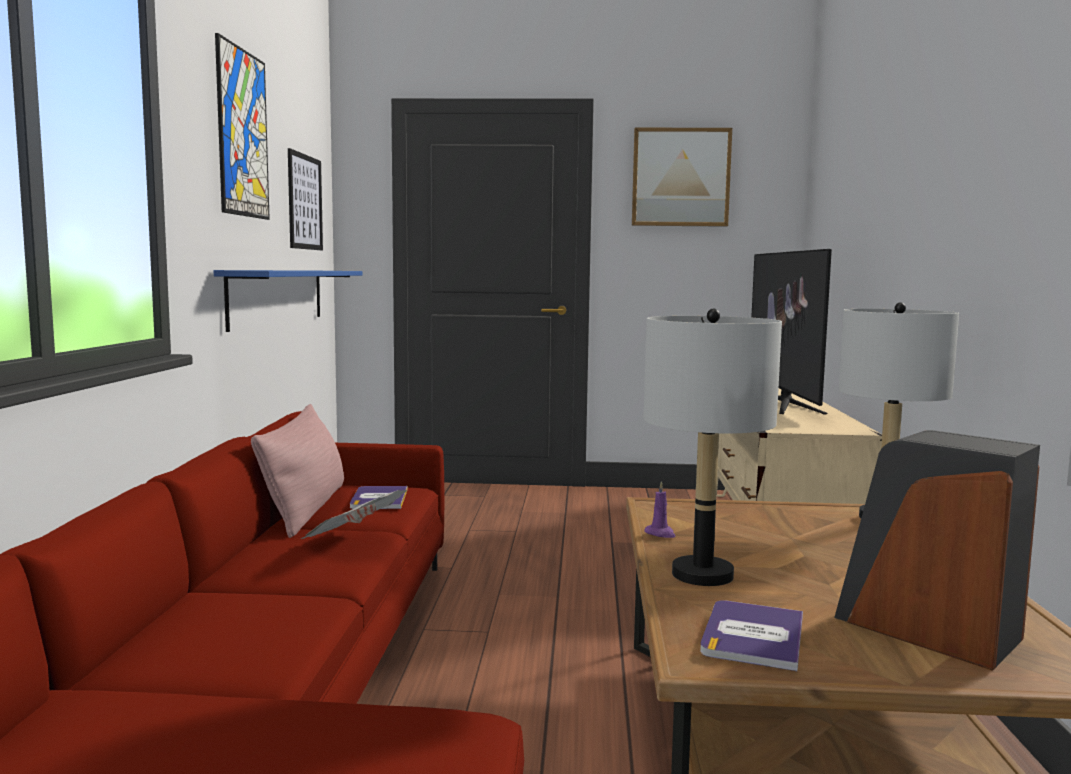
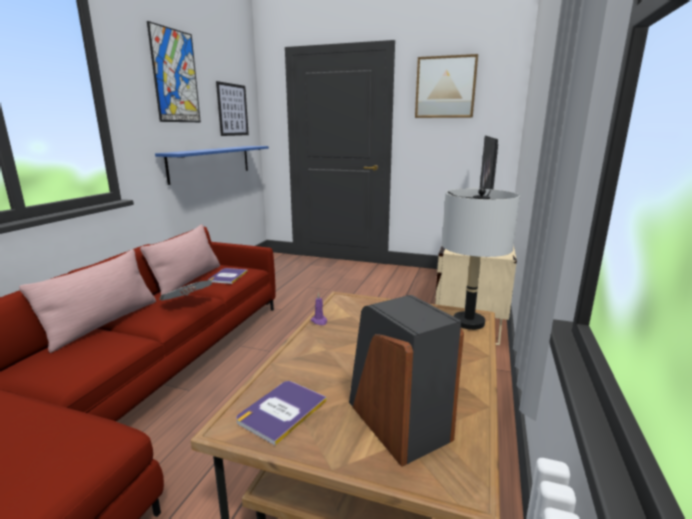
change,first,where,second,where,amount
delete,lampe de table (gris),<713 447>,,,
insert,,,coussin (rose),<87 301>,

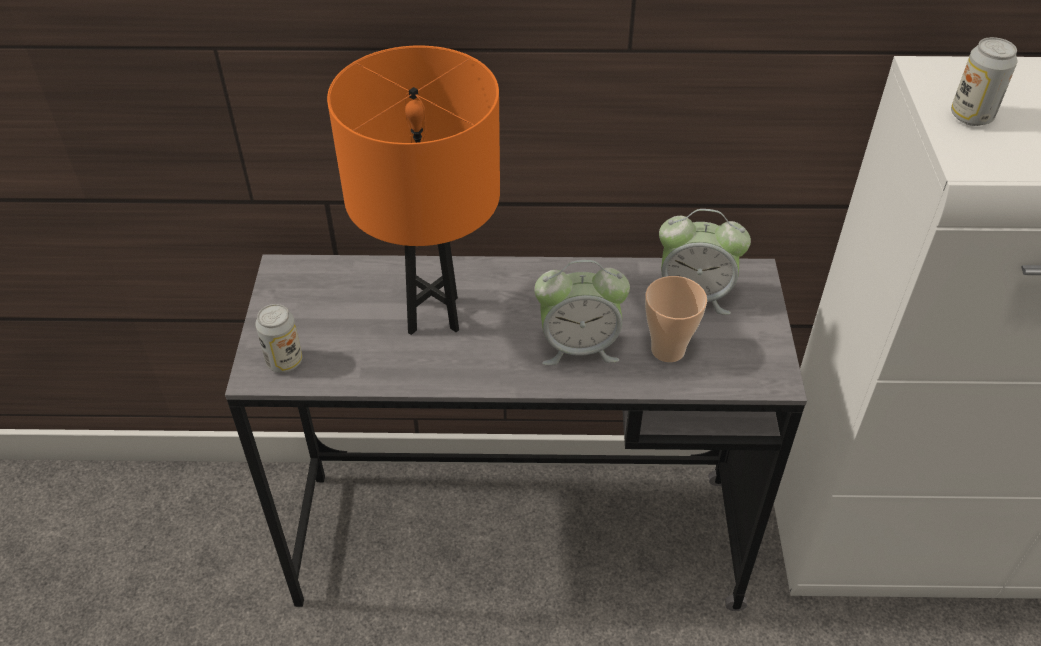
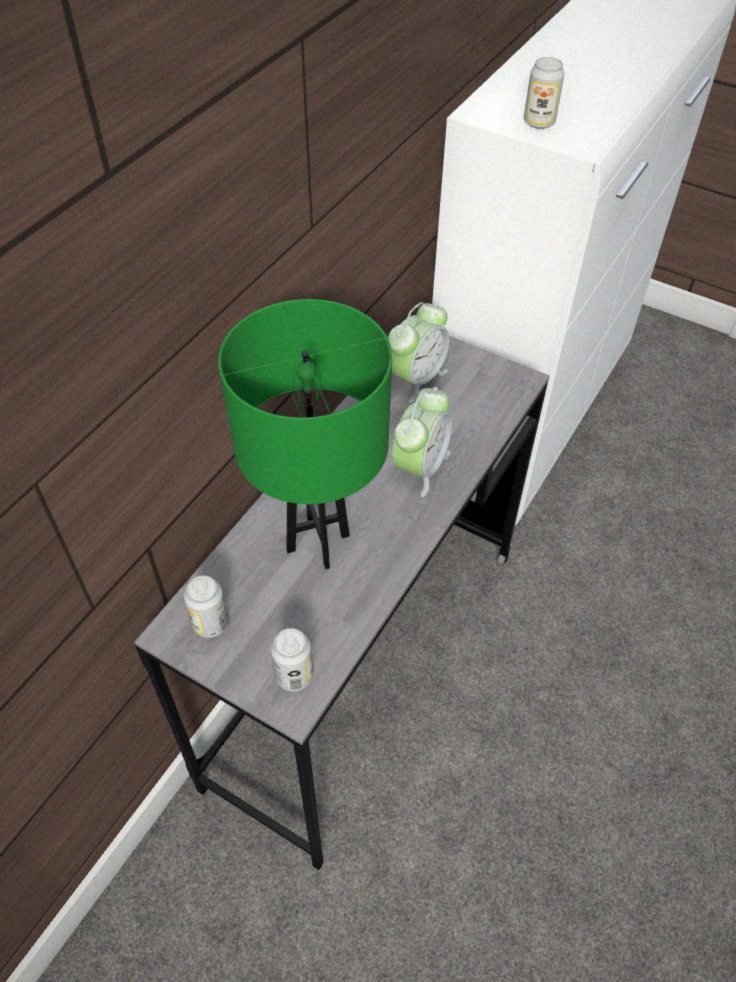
change,first,where,second,where,amount
recolor,lampe de table (orange),<413 190>,lampe de table (vert),<305 434>,
delete,tasse,<676 319>,,,
insert,,,boîte métallique,<206 606>,

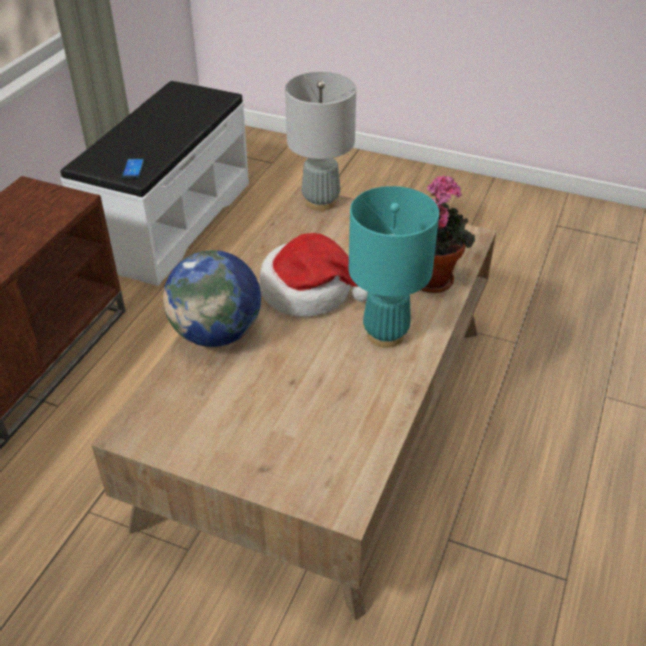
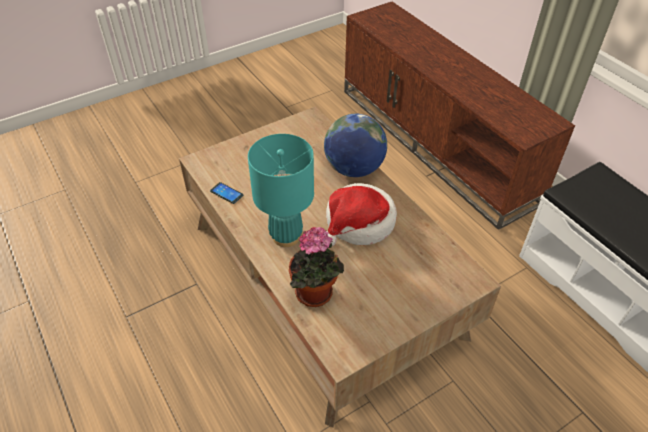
change,first,where,second,where,amount
delete,lampe de table (gris),<320 141>,,,
move,téléphone,<133 168>,,<226 193>,

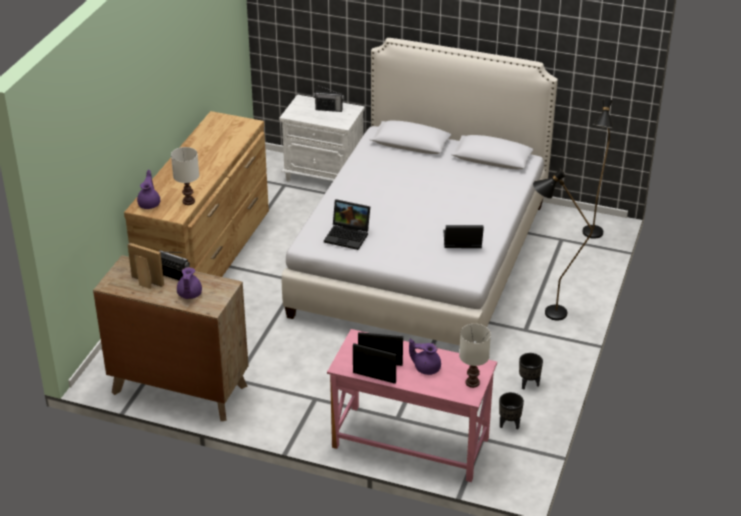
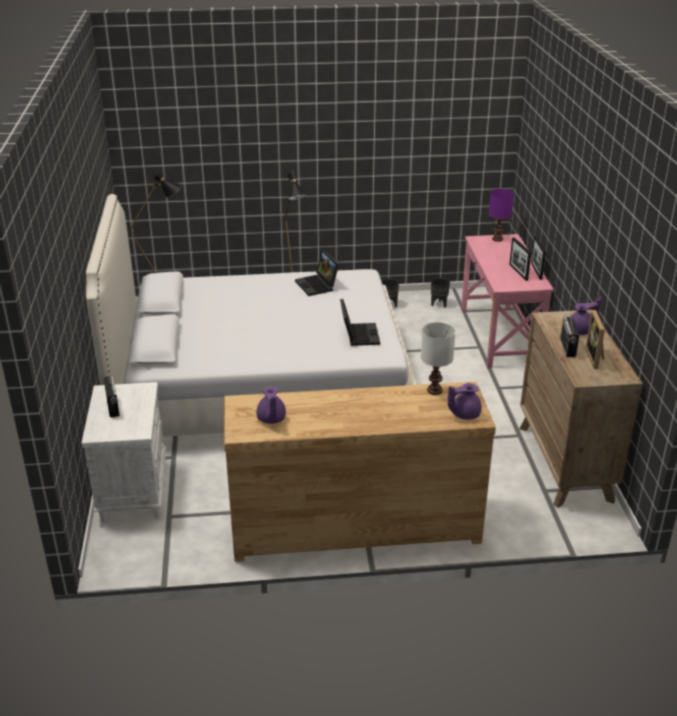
change,first,where,second,where,amount
recolor,lampe de table (blanc),<475 356>,lampe de table (violet),<501 215>,
move,théière (violet),<425 357>,,<271 405>,

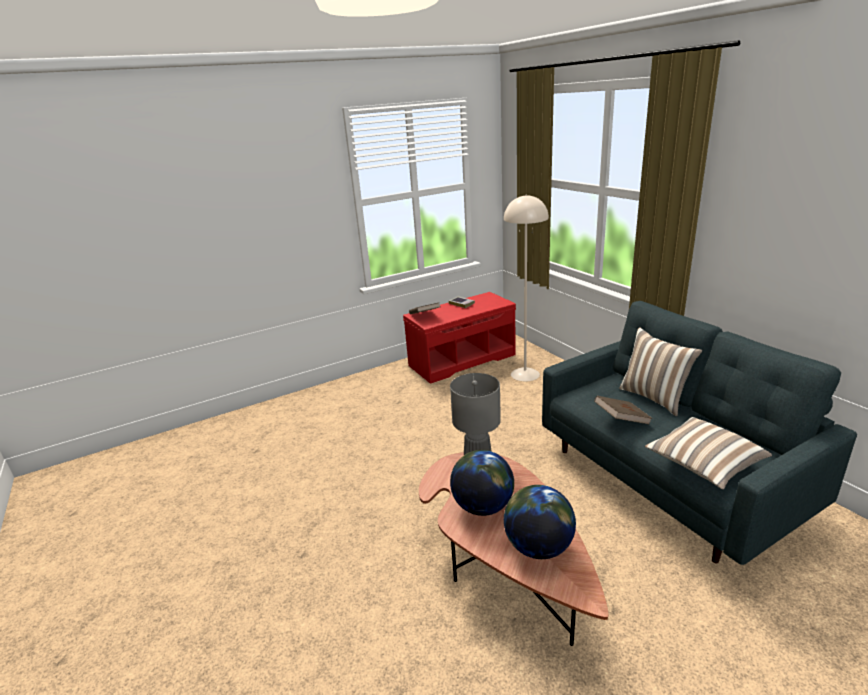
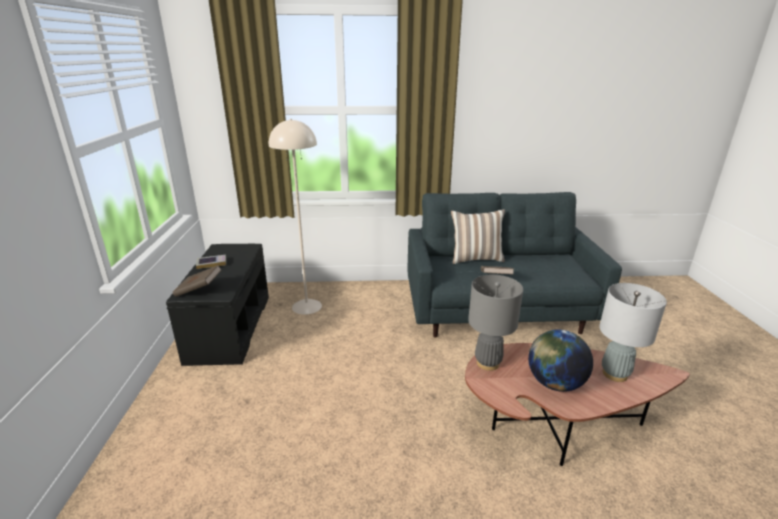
change,first,where,second,where,amount
recolor,banc (rouge),<459 338>,banc (noir),<217 305>,
delete,coussin,<708 453>,,,
replace,globe,<540 522>,lampe de table (gris),<633 332>,

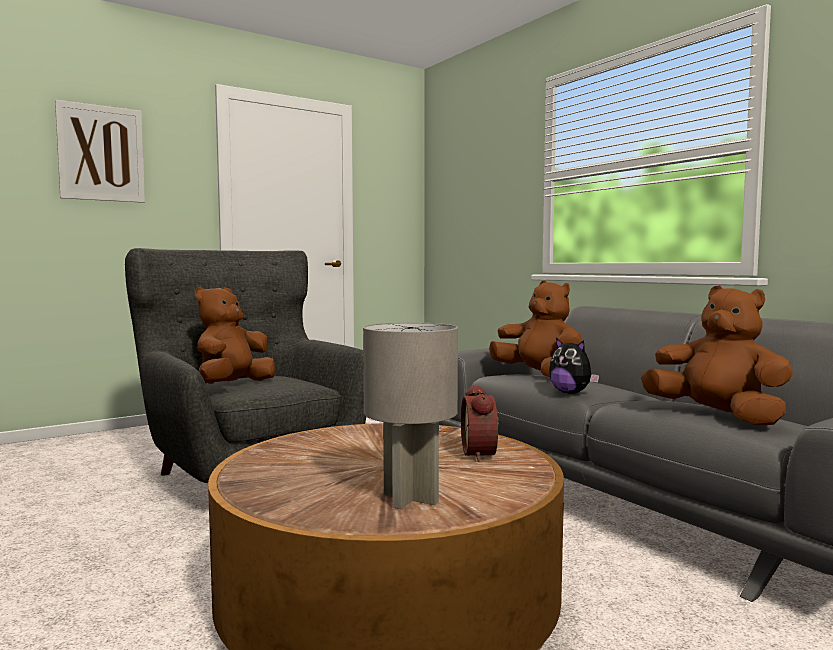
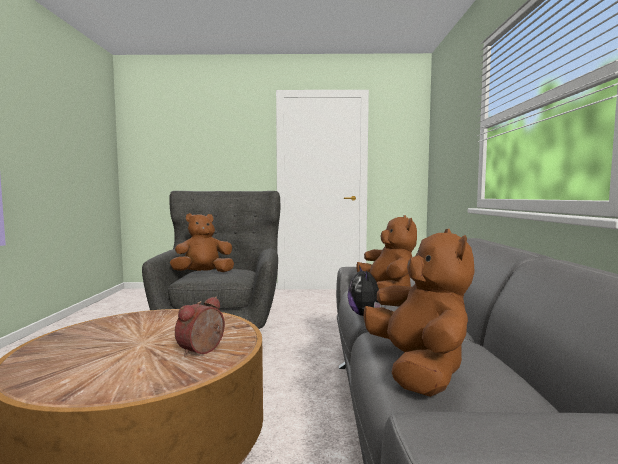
change,first,where,second,where,amount
delete,tableau,<100 151>,,,
delete,lampe de table (gris),<410 415>,,,

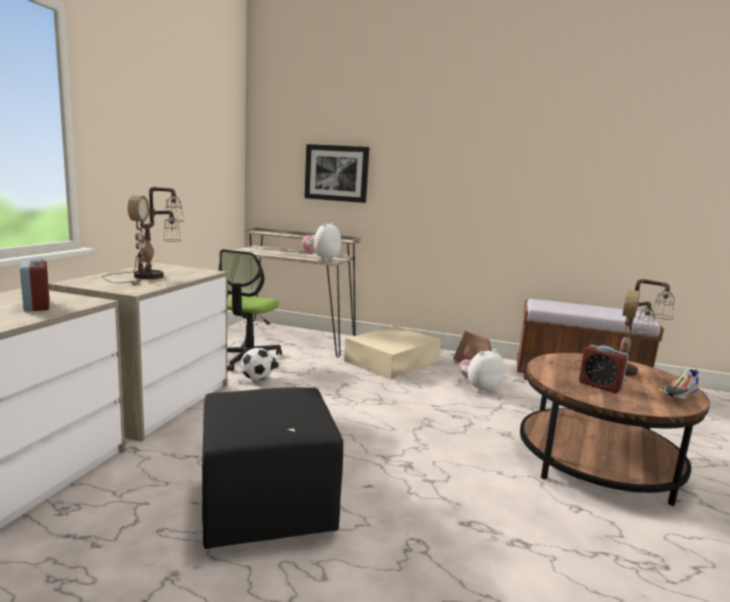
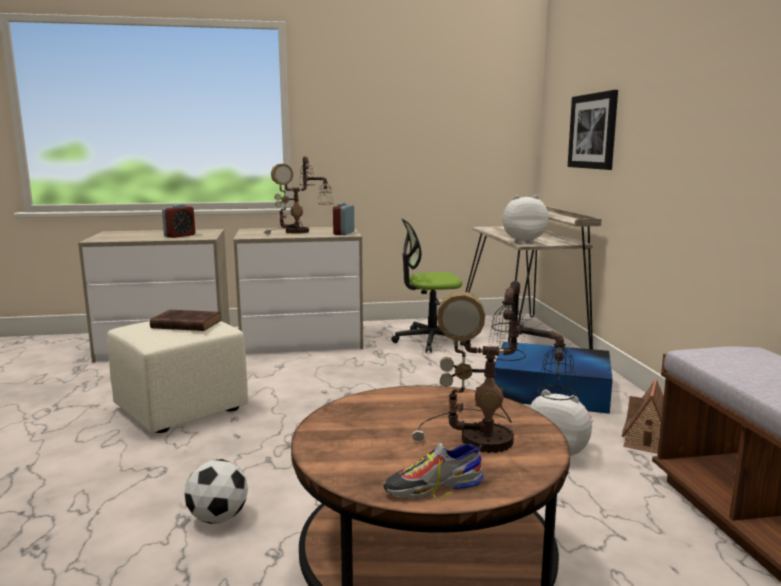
change,first,where,second,where,amount
recolor,boîte de rangement (beige),<392 352>,boîte de rangement (bleu),<553 378>,
move,réveil,<604 369>,,<343 218>,
move,ballon de foot,<257 364>,,<216 491>,
rotate,chaussure,<679 384>,,<434 472>,45 degrees counterclockwise
recolor,pouf (noir),<272 468>,pouf (beige),<177 377>,
insert,,,livre (marron),<185 320>,

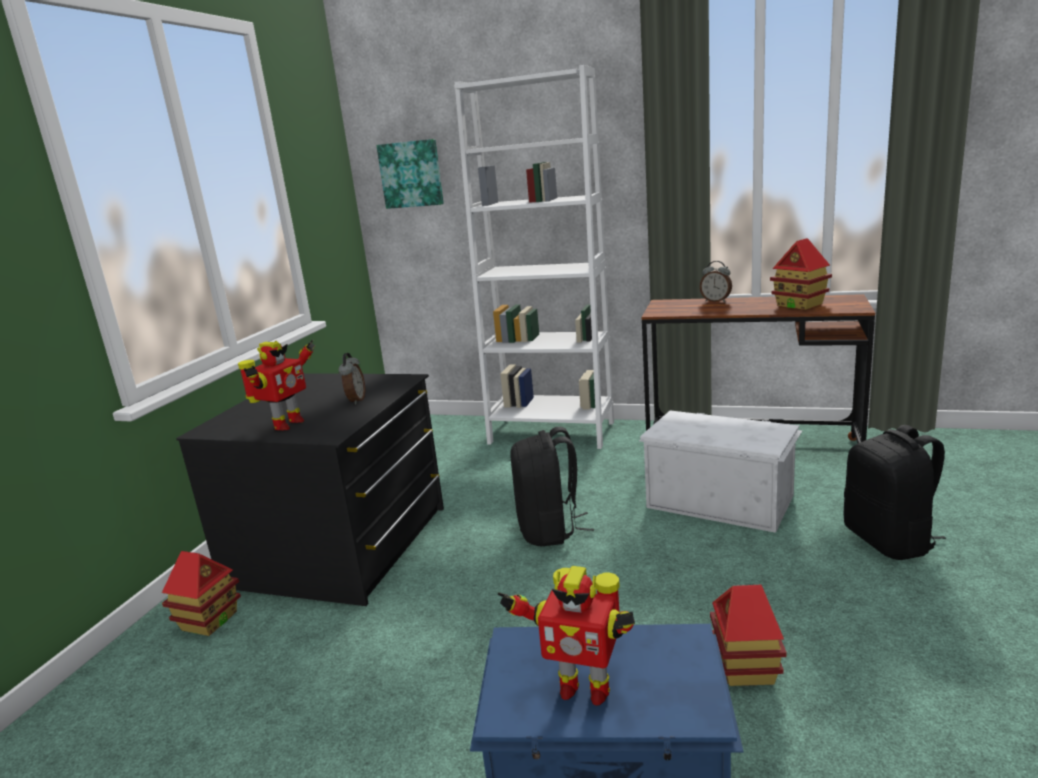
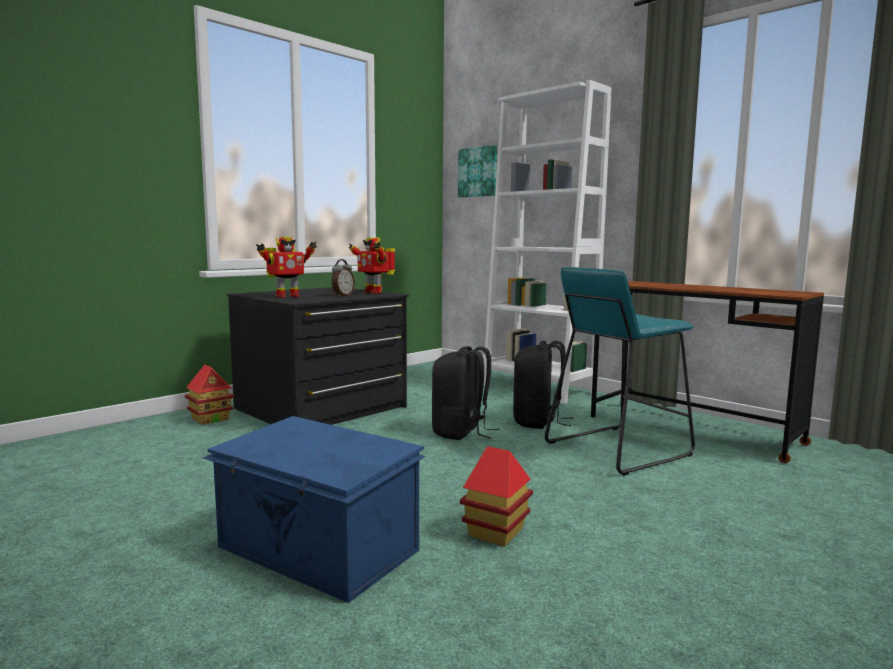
change,first,where,second,where,amount
delete,maison miniature,<801 274>,,,
delete,réveil,<716 281>,,,
replace,boîte de rangement (blanc),<720 472>,tabouret (turquoise),<620 371>,
move,sac à dos (noir),<895 492>,,<543 385>,
move,robot jouet,<566 636>,,<372 265>,

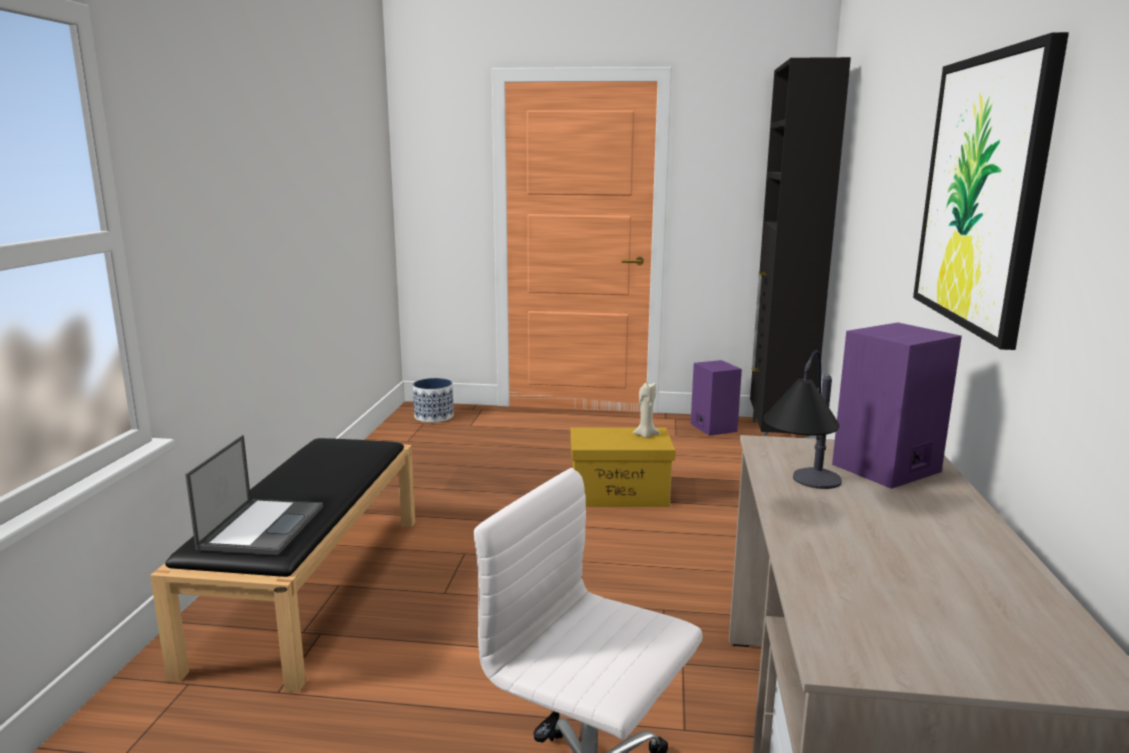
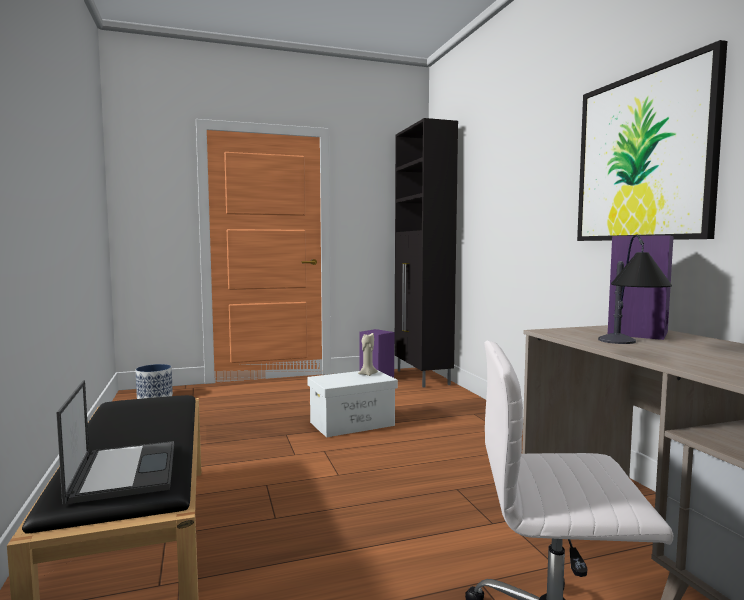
change,first,where,second,where,amount
recolor,boîte de rangement (jaune),<623 467>,boîte de rangement (blanc),<352 404>,

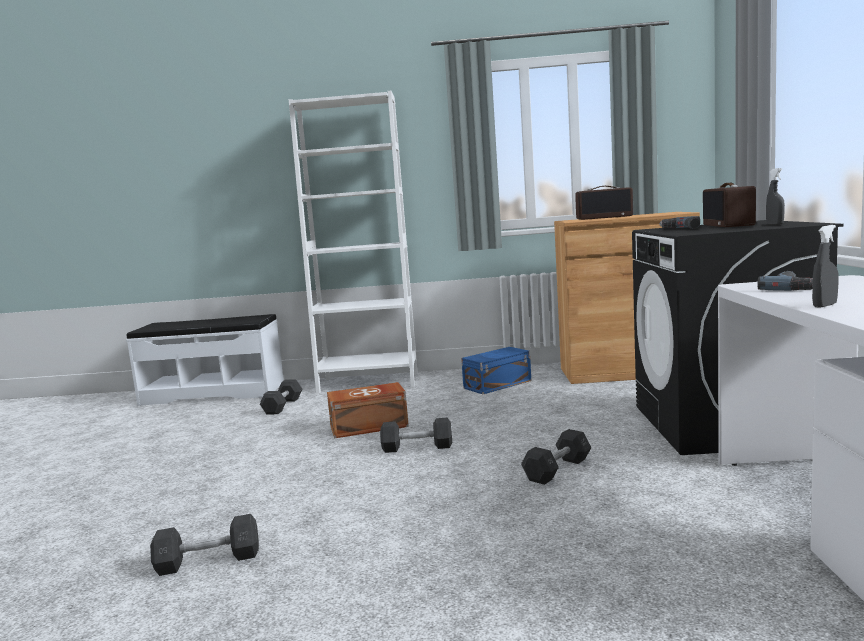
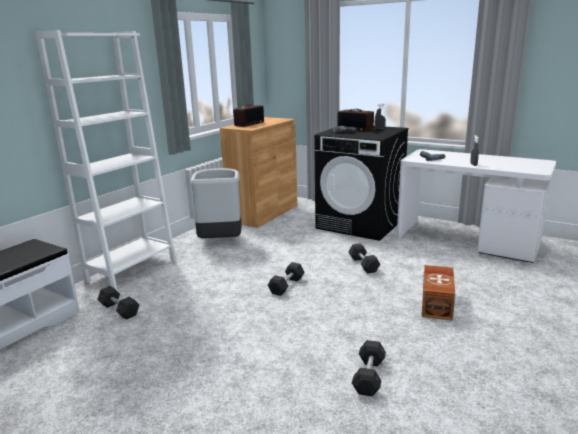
change,first,where,second,where,amount
replace,boîte de rangement (bleu),<496 370>,poubelle (gris),<215 203>,
move,boîte de rangement (marron),<368 410>,,<438 293>,

